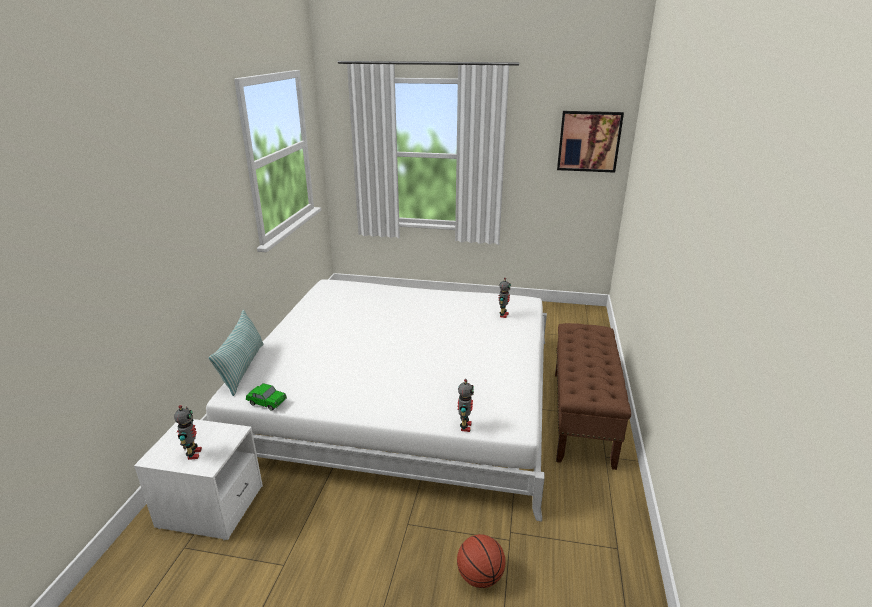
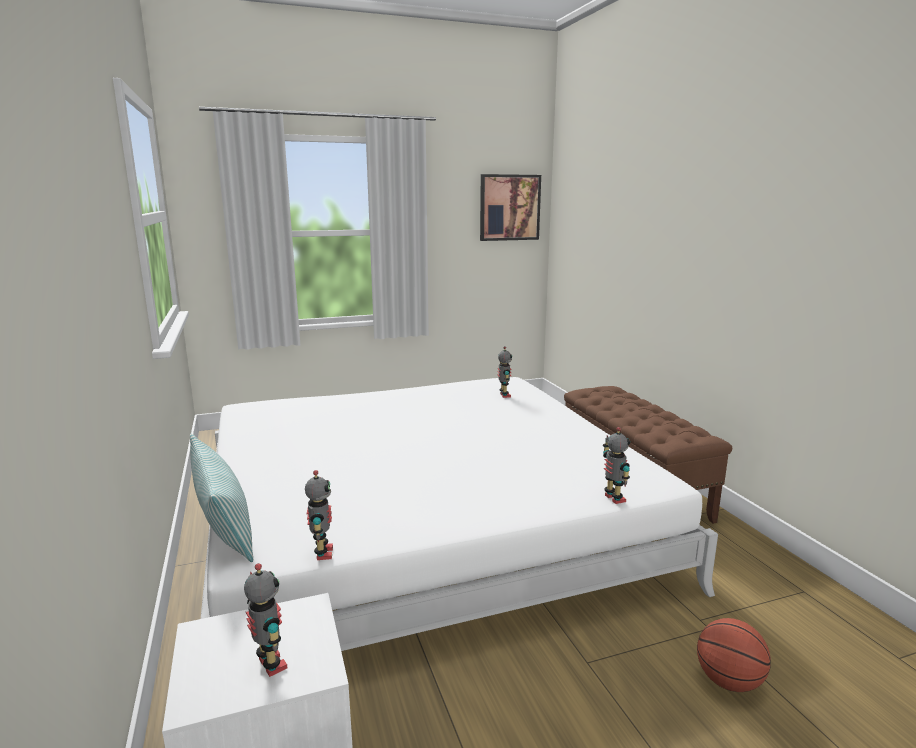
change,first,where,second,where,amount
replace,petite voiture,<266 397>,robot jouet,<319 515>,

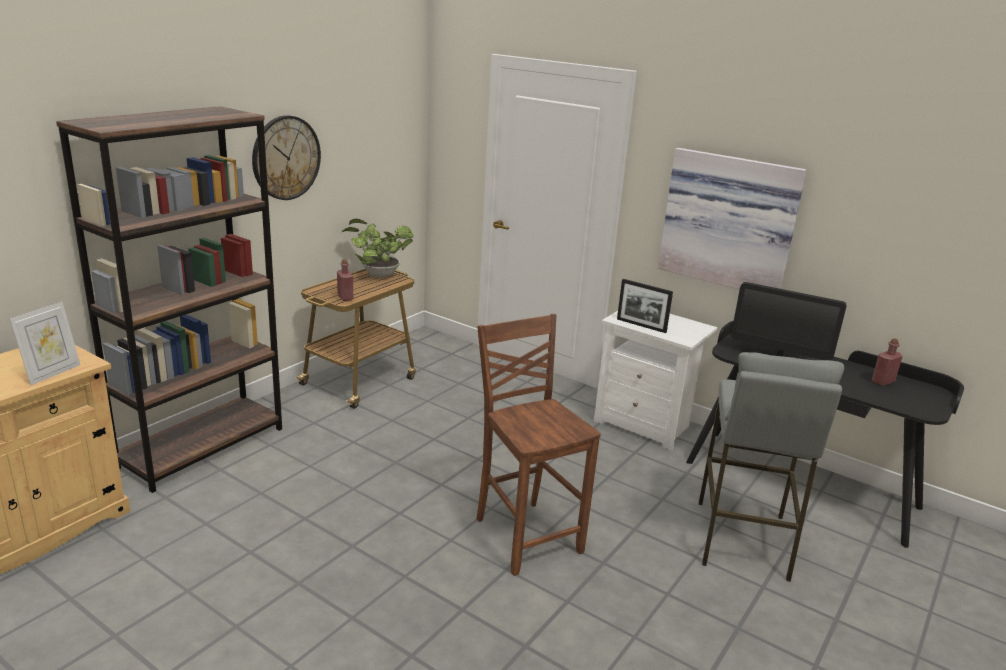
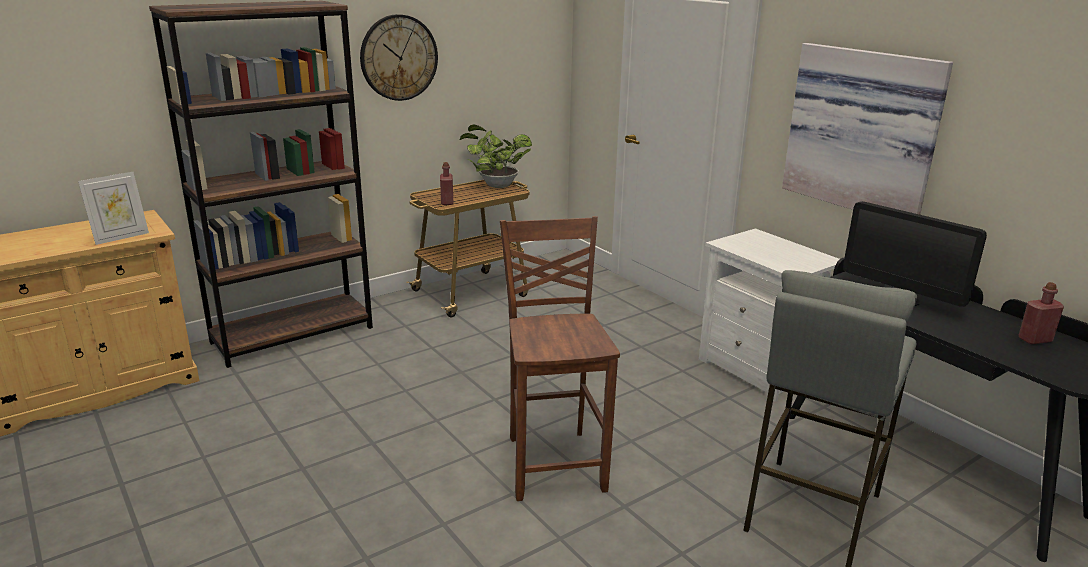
change,first,where,second,where,amount
delete,cadre photo,<645 306>,,,

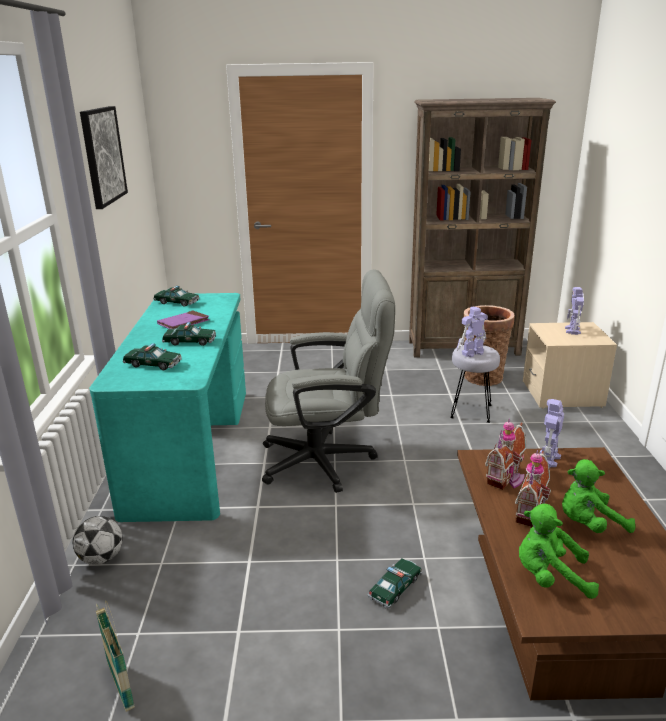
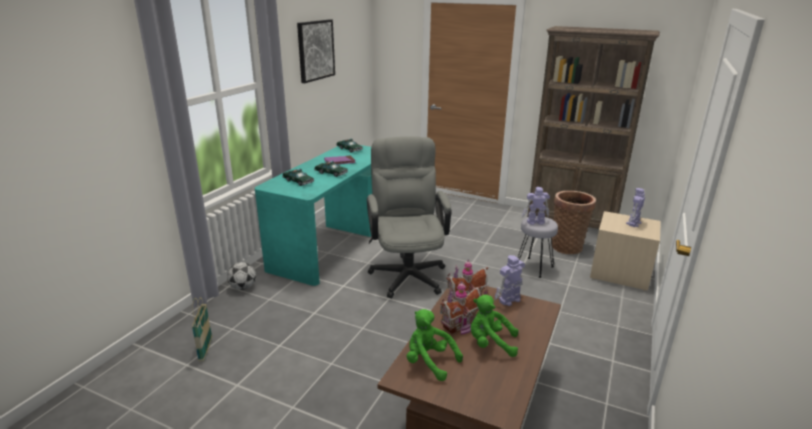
change,first,where,second,where,amount
rotate,chaise de bureau (gris),<329 381>,,<409 217>,120 degrees counterclockwise
delete,petite voiture,<395 583>,,,

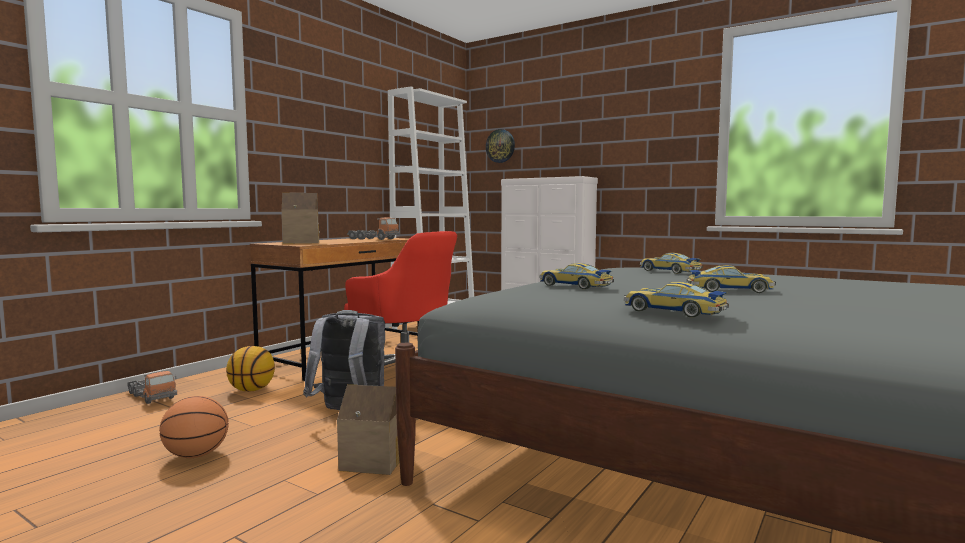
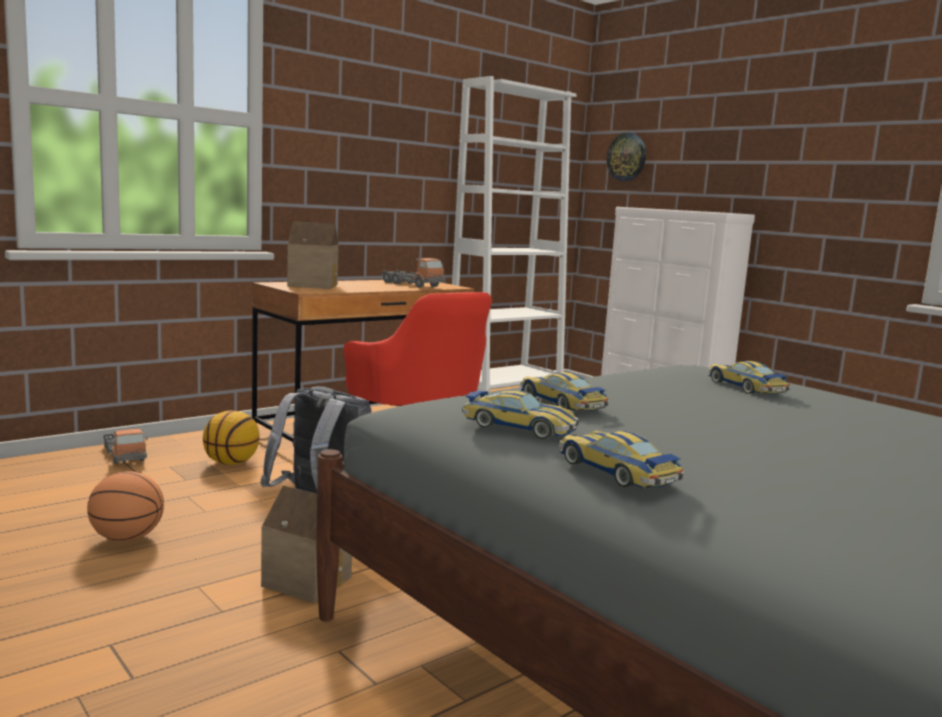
change,first,where,second,where,amount
move,petite voiture,<731 279>,,<520 414>,

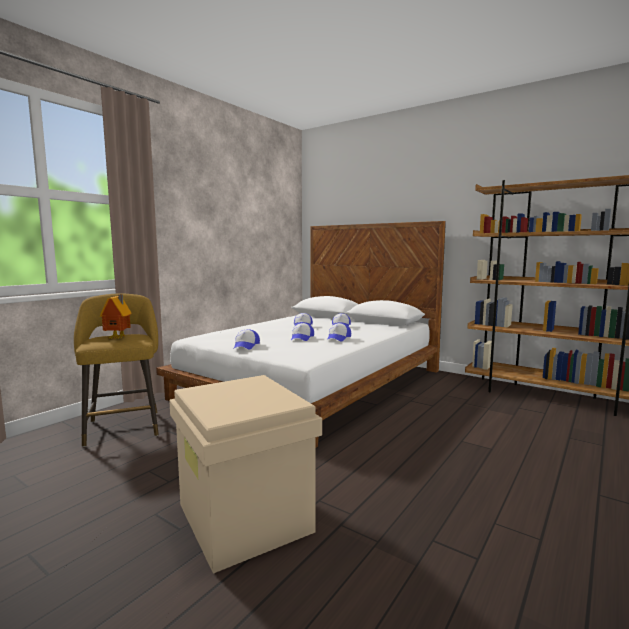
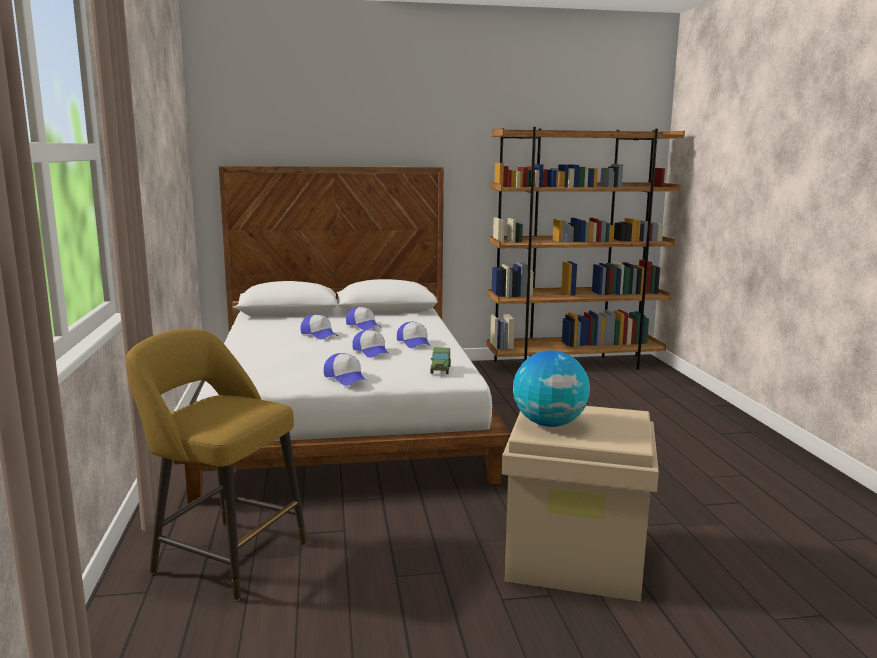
change,first,where,second,where,amount
delete,maison miniature,<116 316>,,,
insert,,,petite voiture,<440 360>,
insert,,,globe,<551 388>,

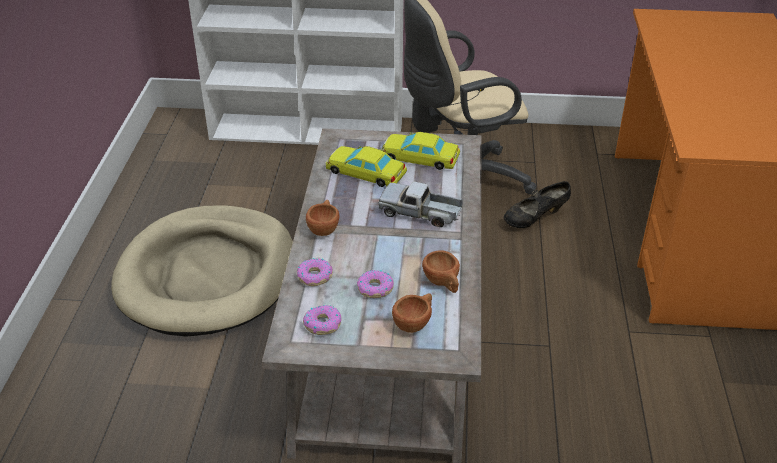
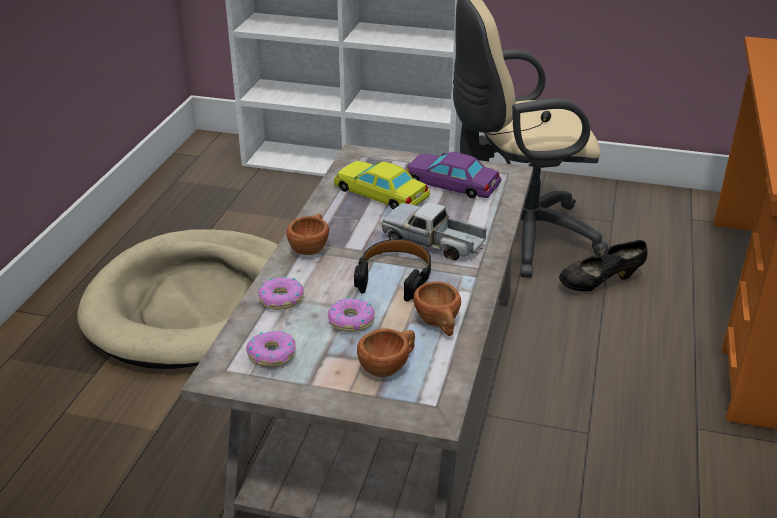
change,first,where,second,where,amount
recolor,petite voiture (jaune),<420 151>,petite voiture (violet),<453 175>,
insert,,,casque audio (noir),<392 270>,

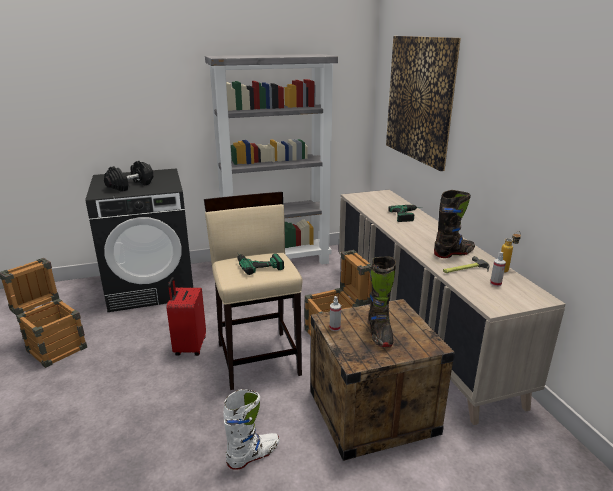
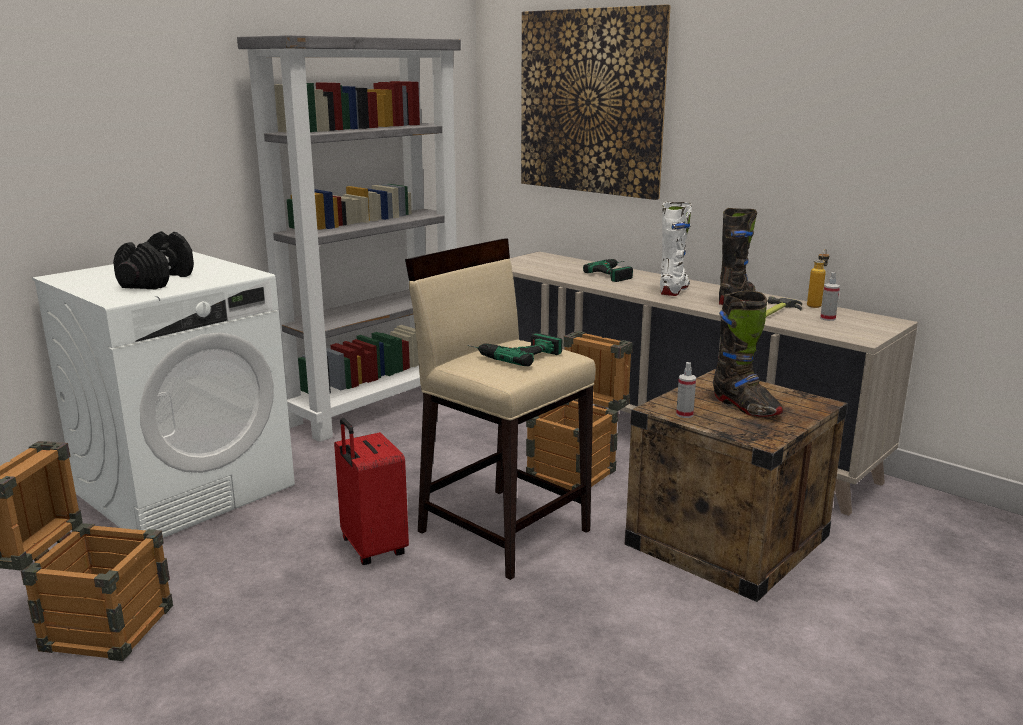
change,first,where,second,where,amount
recolor,lave-linge (noir),<139 240>,lave-linge (blanc),<163 394>,
move,botte (blanc),<251 429>,,<676 249>,

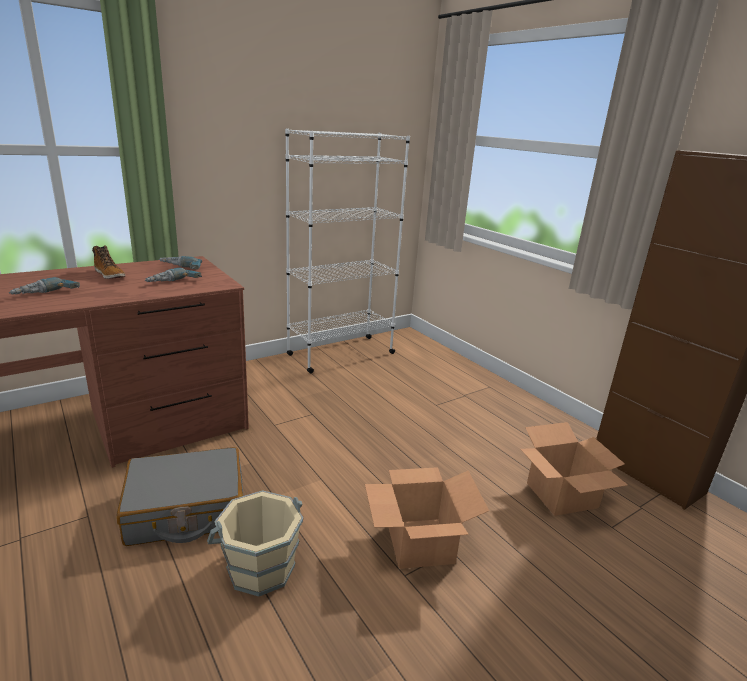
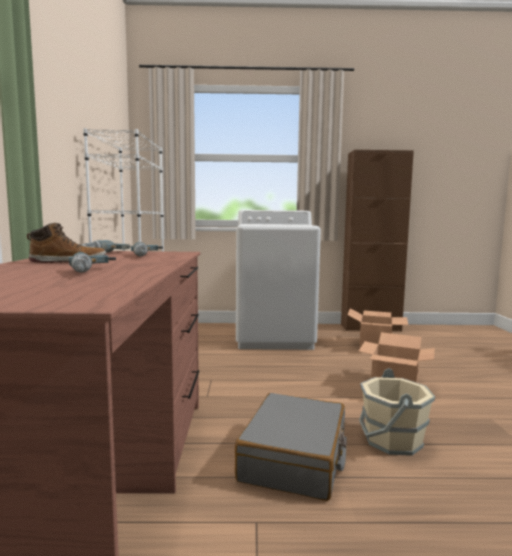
change,first,where,second,where,amount
insert,,,lave-linge (blanc),<278 280>,

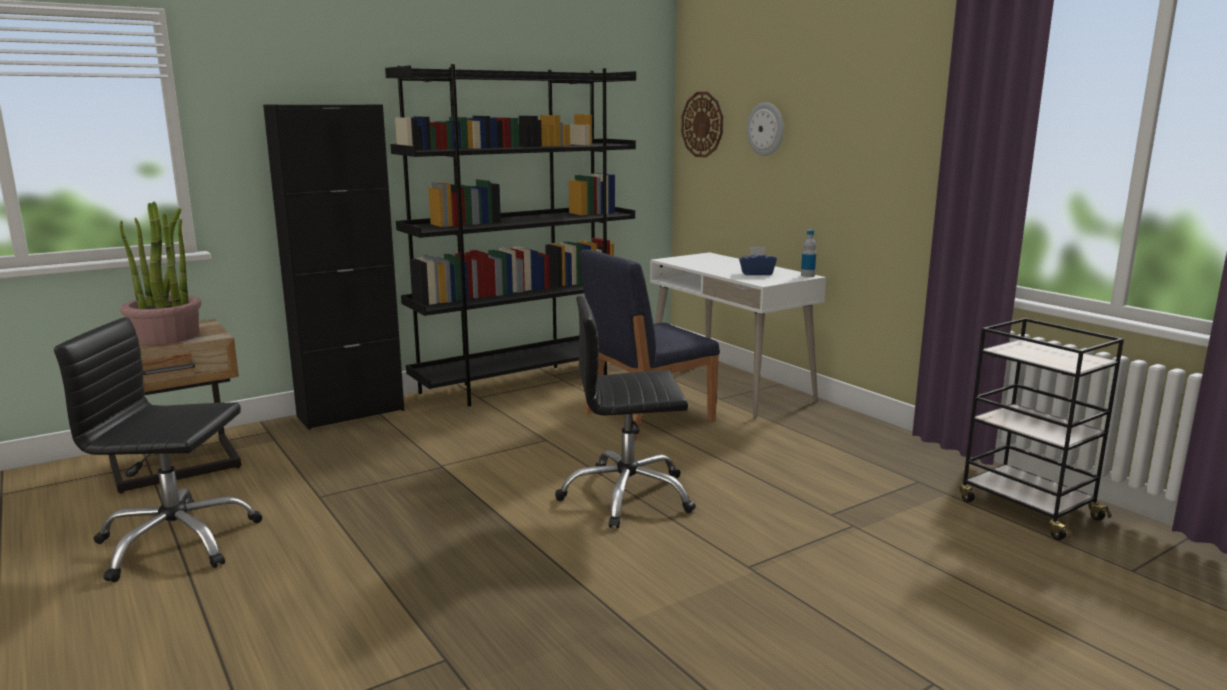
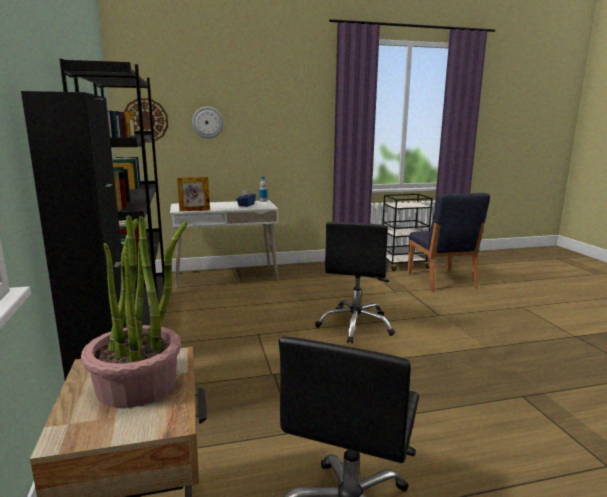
change,first,where,second,where,amount
move,chaise (bleu),<649 345>,,<448 242>,
insert,,,cadre photo,<193 194>,

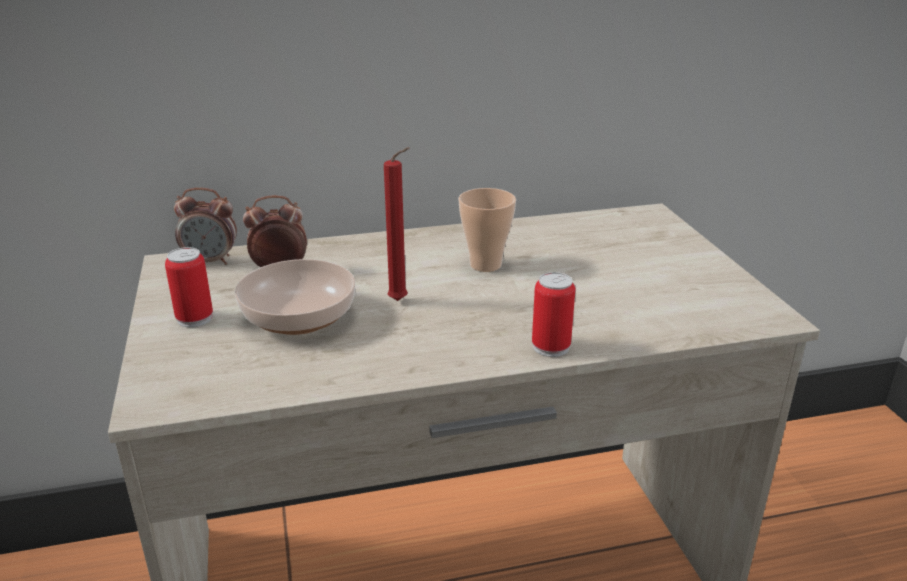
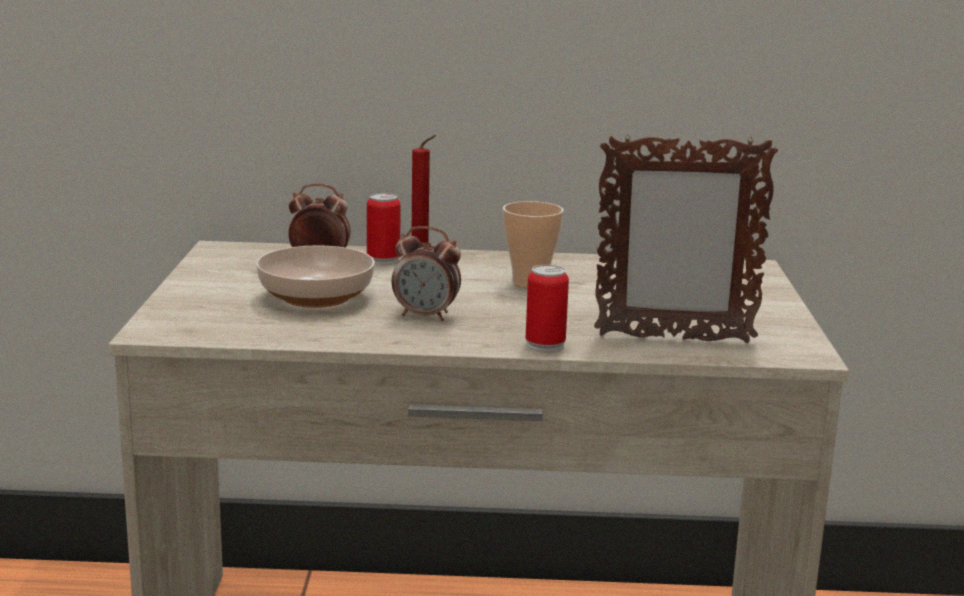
change,first,where,second,where,amount
move,réveil,<205 226>,,<426 273>,
move,boîte métallique,<189 287>,,<384 228>,
insert,,,cadre photo,<686 239>,

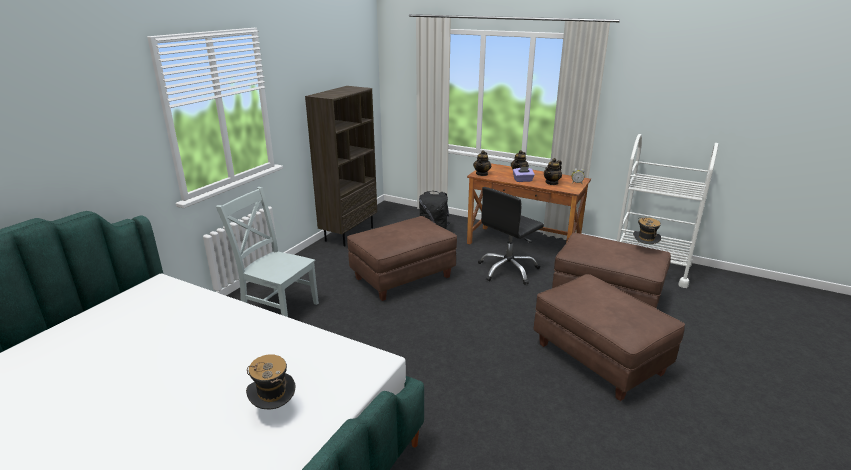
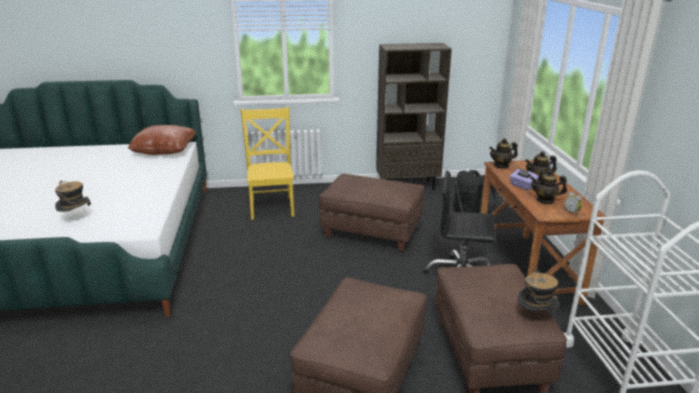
change,first,where,second,where,amount
recolor,chaise (gris),<267 252>,chaise (jaune),<268 163>,
insert,,,coussin (marron),<162 140>,

